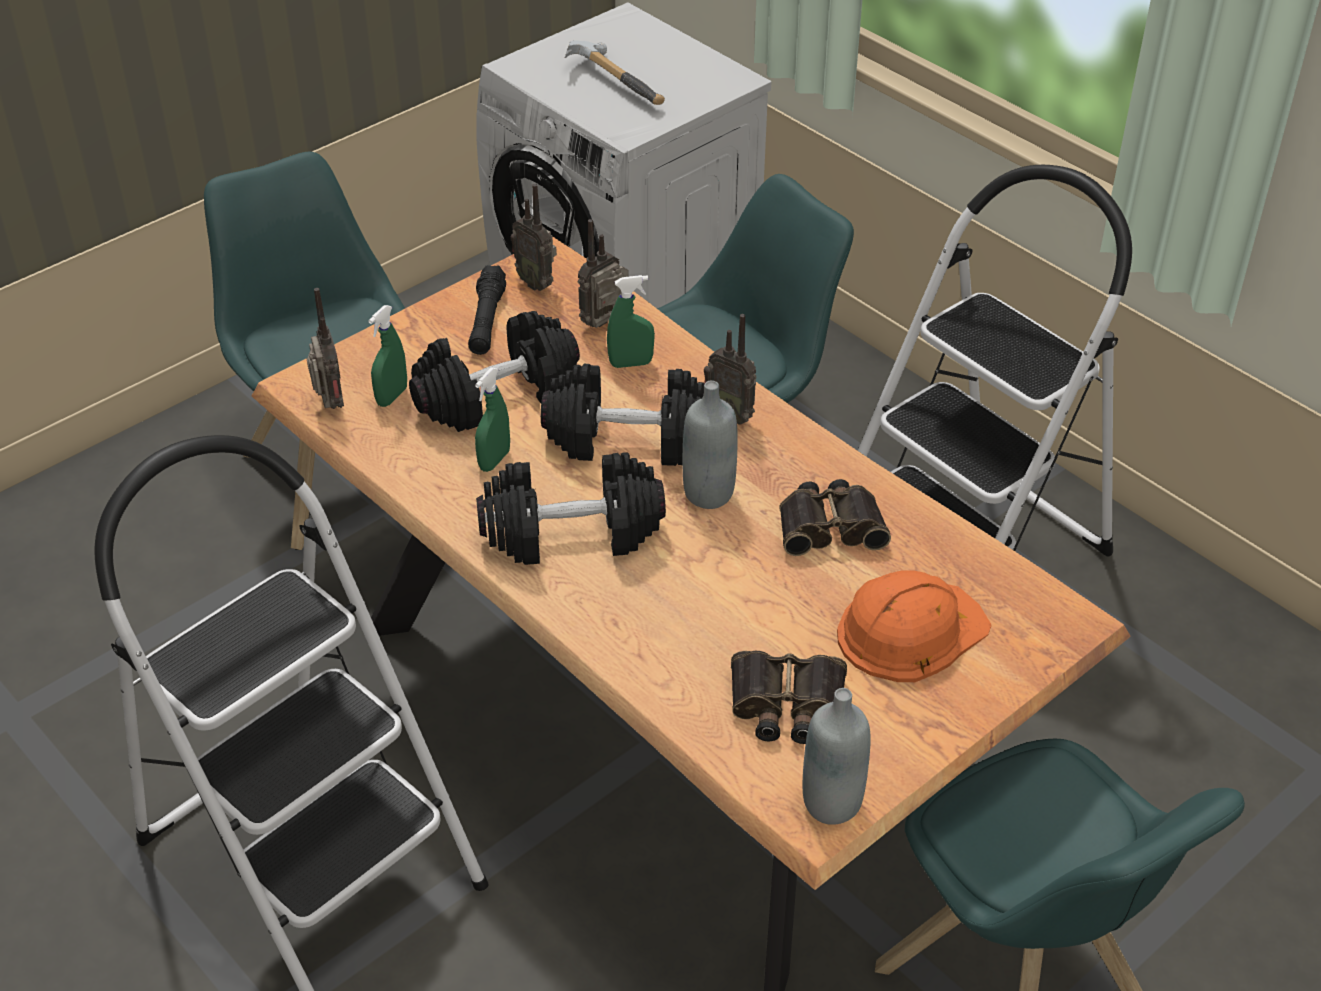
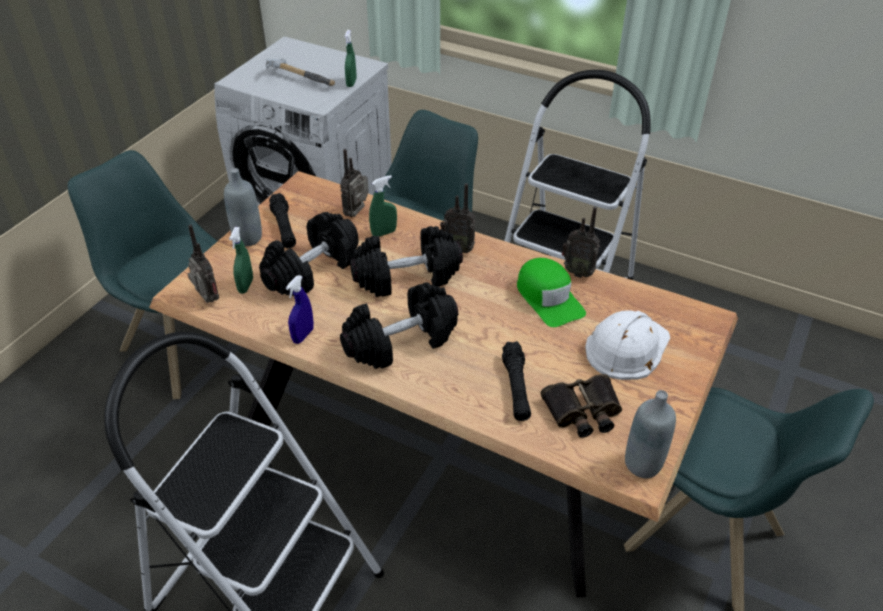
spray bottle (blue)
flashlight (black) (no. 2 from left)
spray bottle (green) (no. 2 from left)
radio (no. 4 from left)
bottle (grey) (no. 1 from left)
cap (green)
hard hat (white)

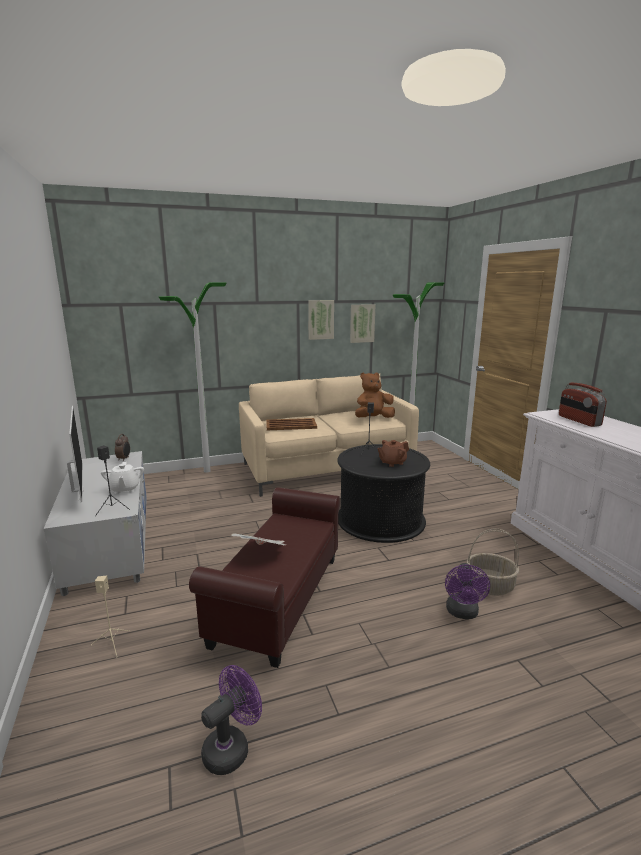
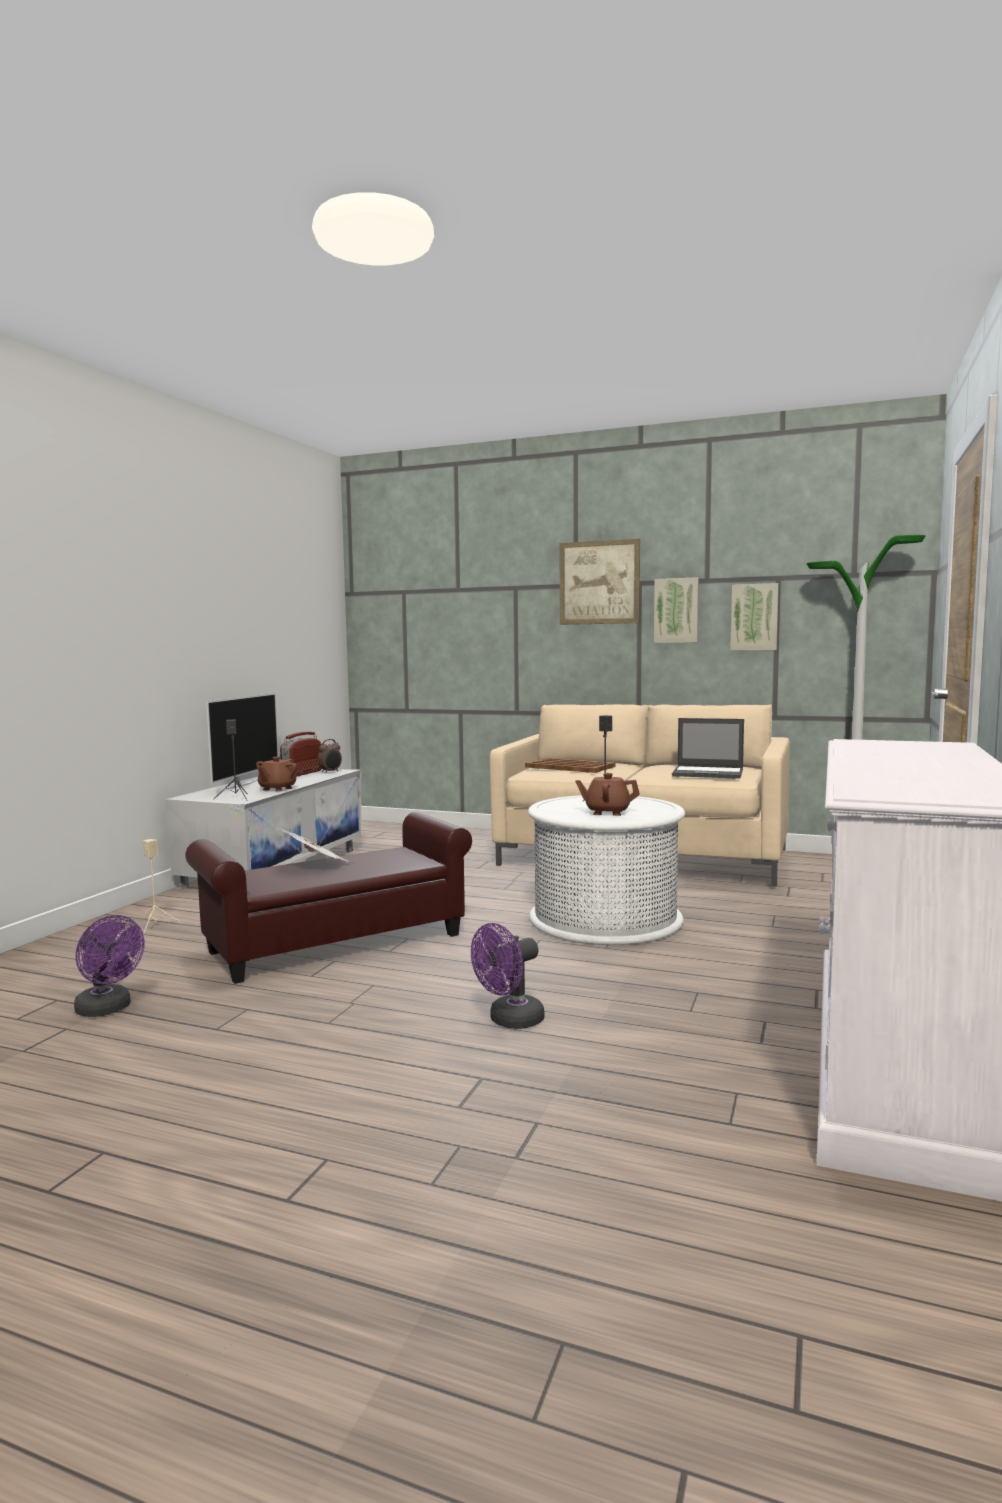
floor lamp (no. 1 from left in the first image)
basket
picture (no. 1 from left)
radio
laptop
teapot (brown) (no. 1 from left)
coffee table (white)
fan (purple) (no. 1 from left)

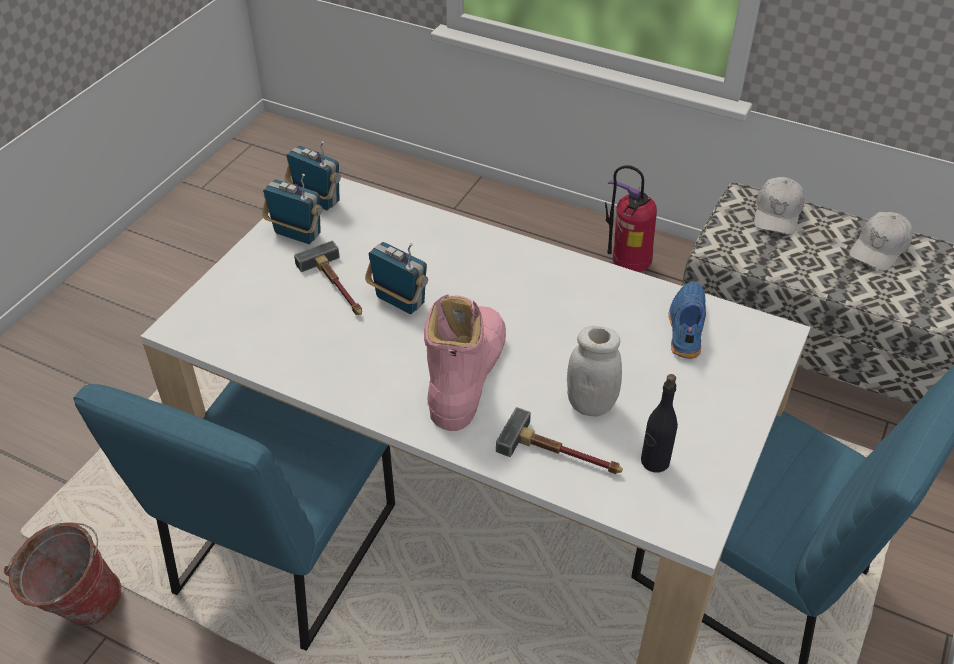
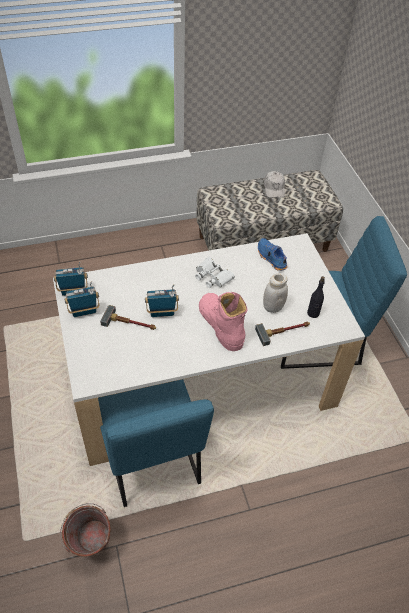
fire extinguisher
cap (white) (no. 1 from left in the first image)
binoculars (white)

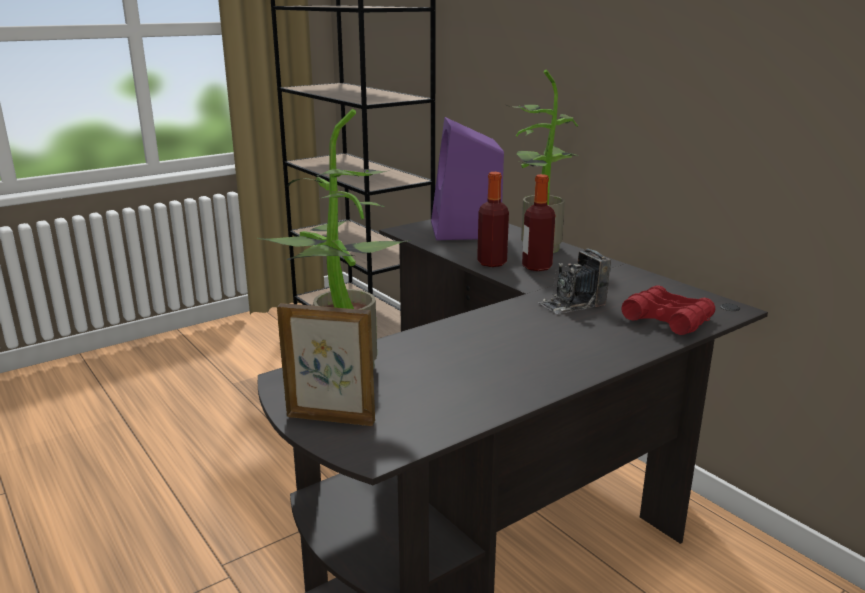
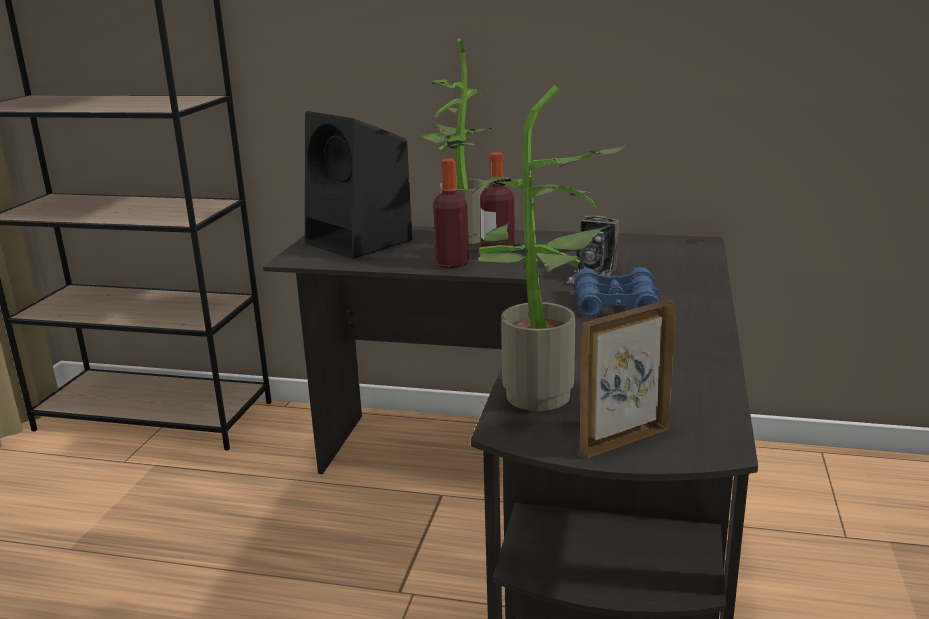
binoculars (red)
binoculars (blue)
speaker (black)

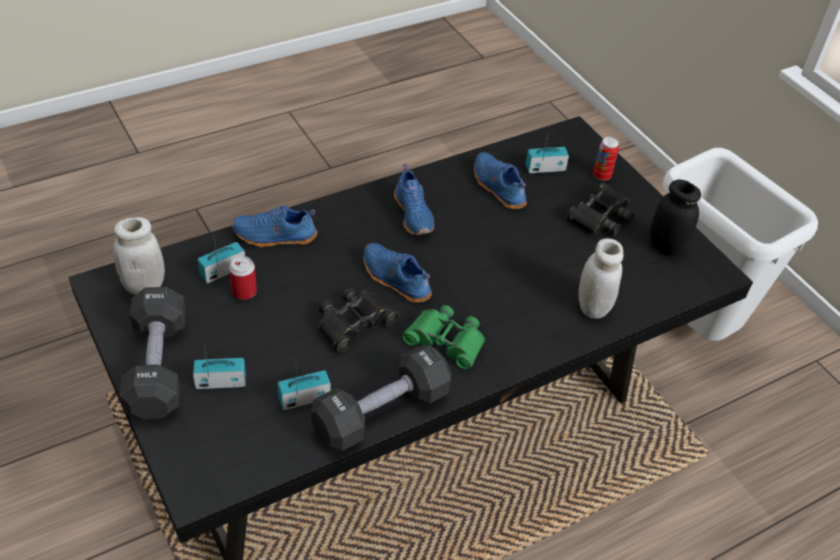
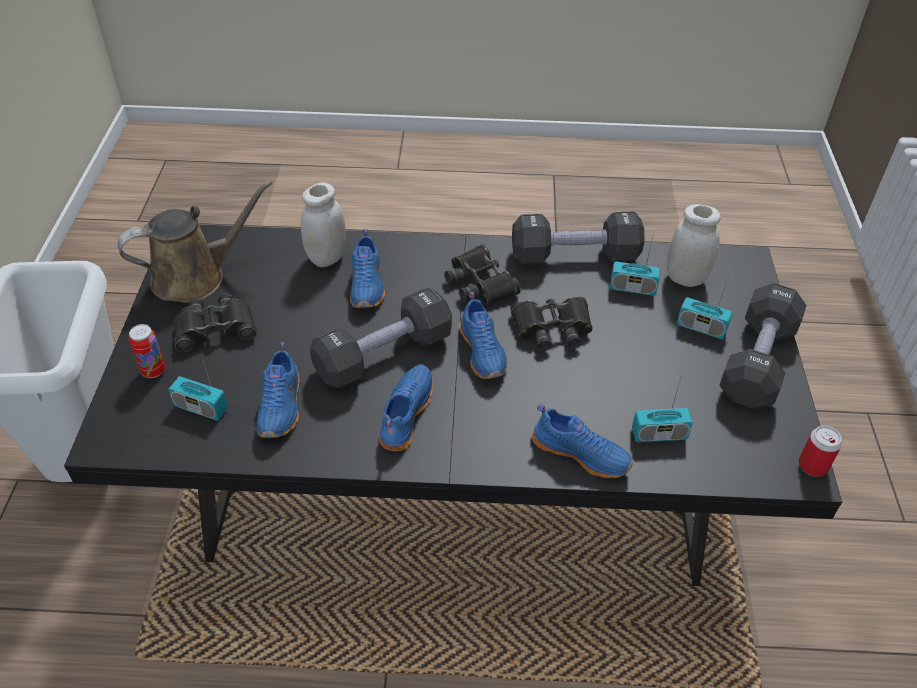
dumbbell (black) (no. 1 from left)
shoe (blue) (no. 2 from left)
jar (white) (no. 2 from left)
can (no. 2 from left)
watering can (brown)
binoculars (black) (no. 2 from left)

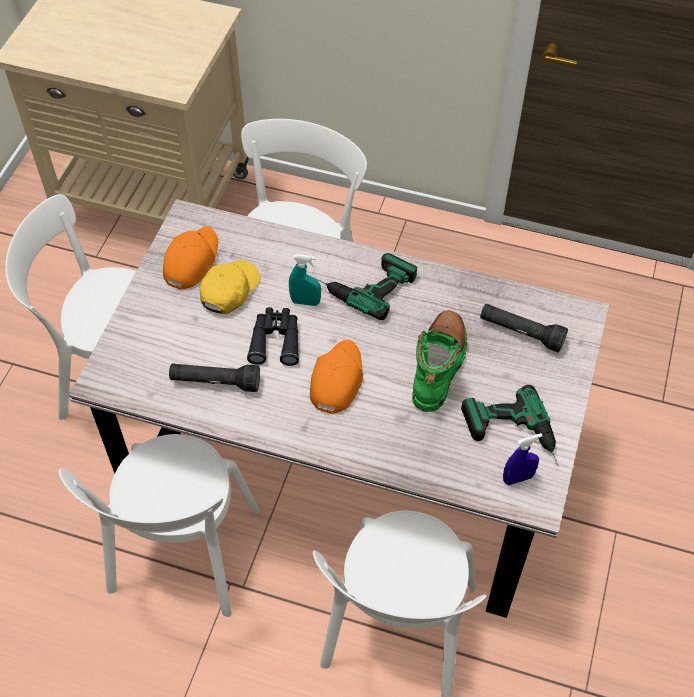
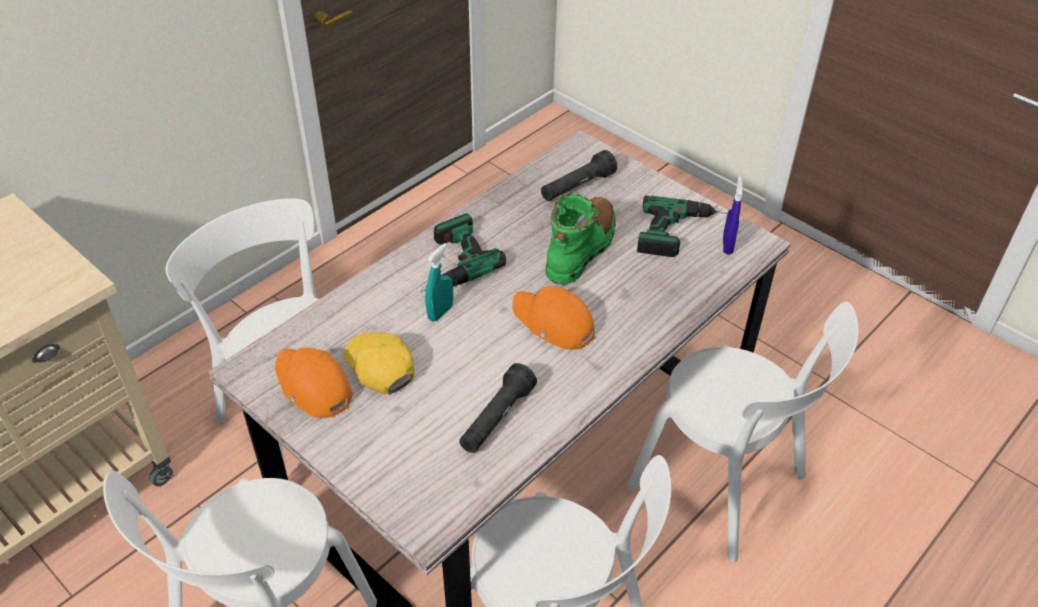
binoculars (black)
boot (green)

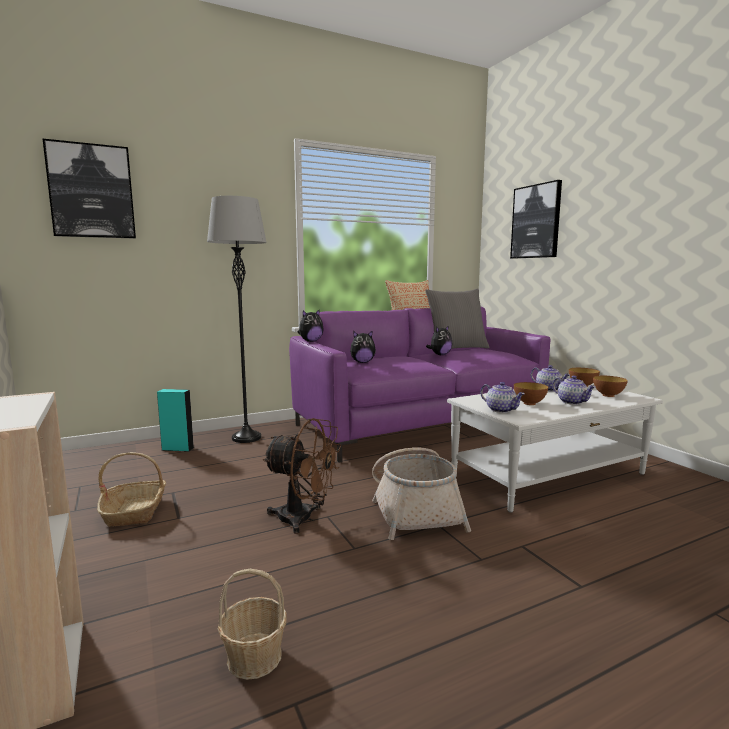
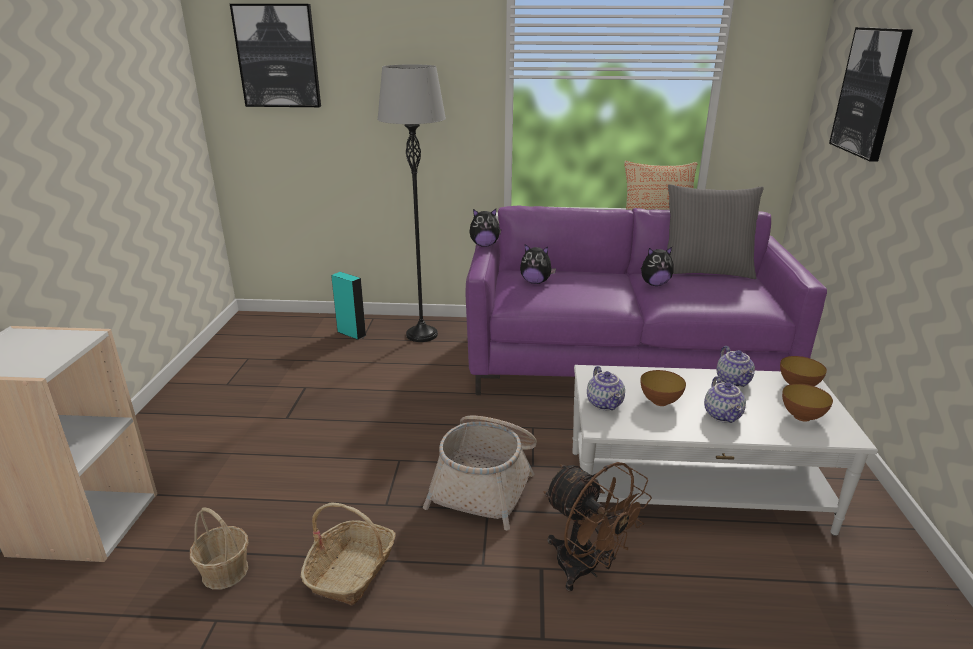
basket (no. 2 from left)
fan (brown)

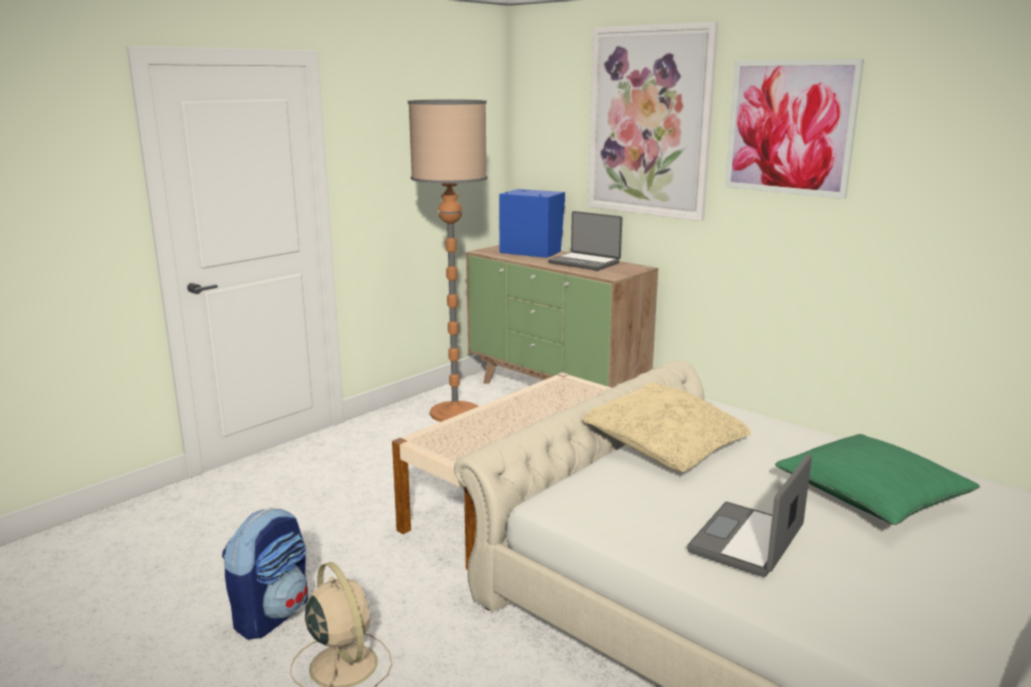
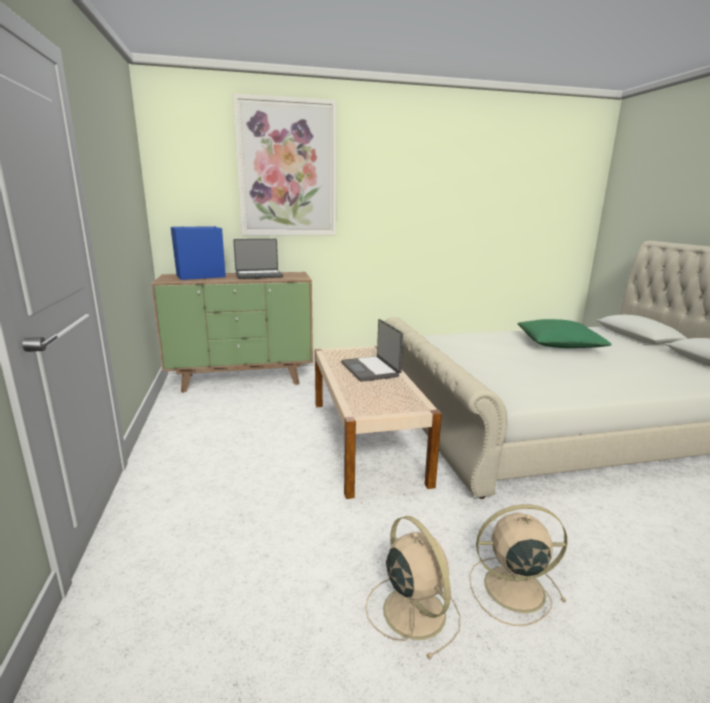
floor lamp
pillow (beige)
picture (no. 2 from left in the first image)
laptop (no. 2 from left)
fan (beige) (no. 1 from left)

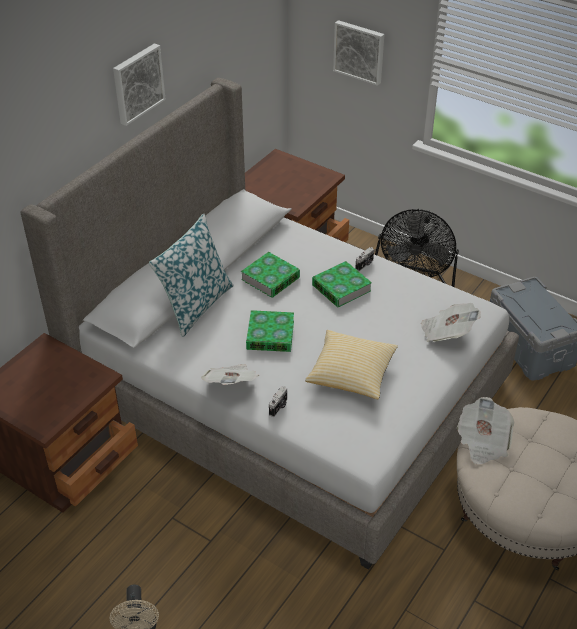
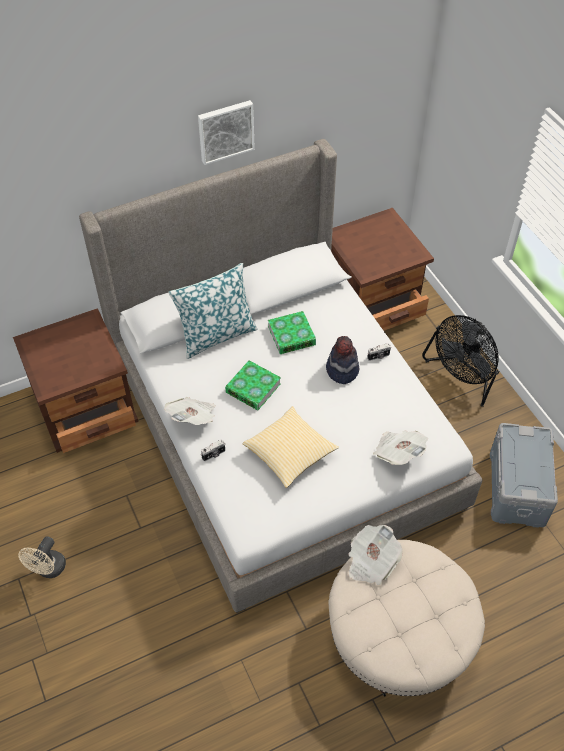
picture (no. 2 from left in the first image)
hat

